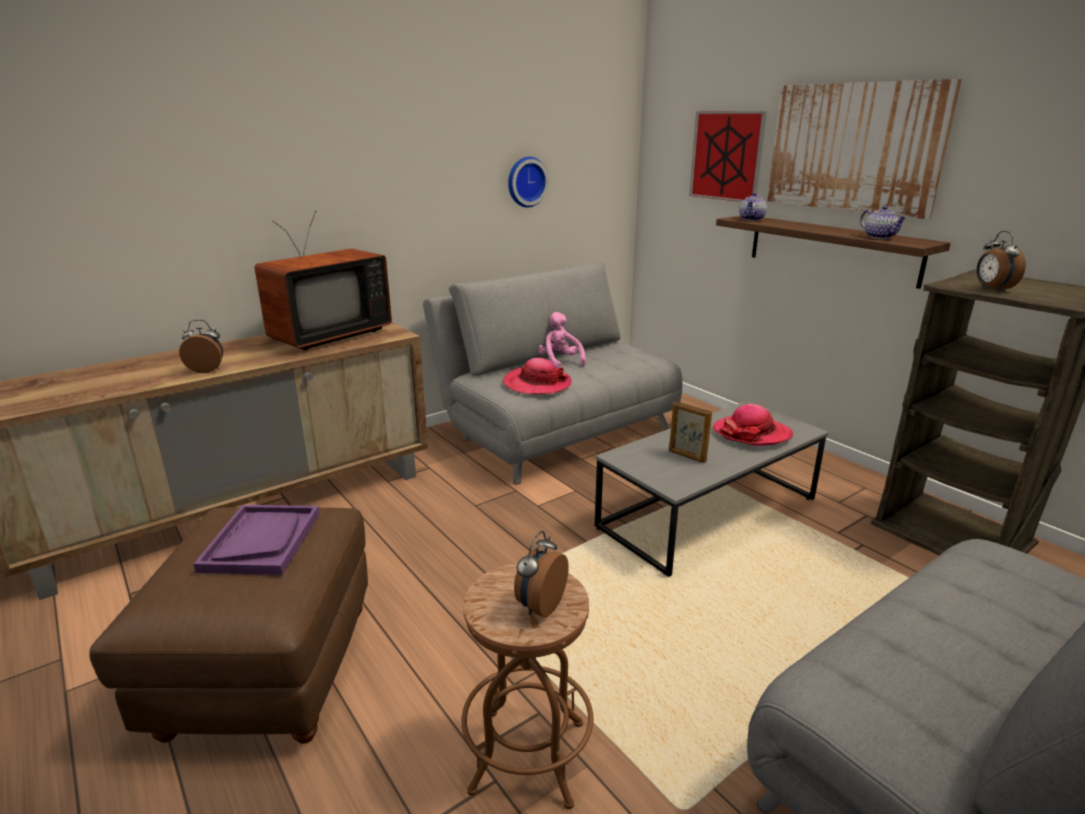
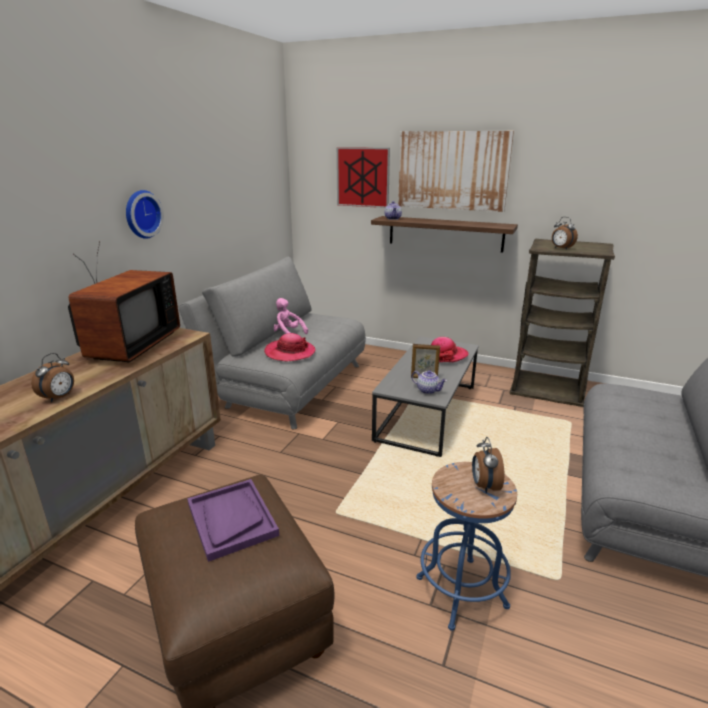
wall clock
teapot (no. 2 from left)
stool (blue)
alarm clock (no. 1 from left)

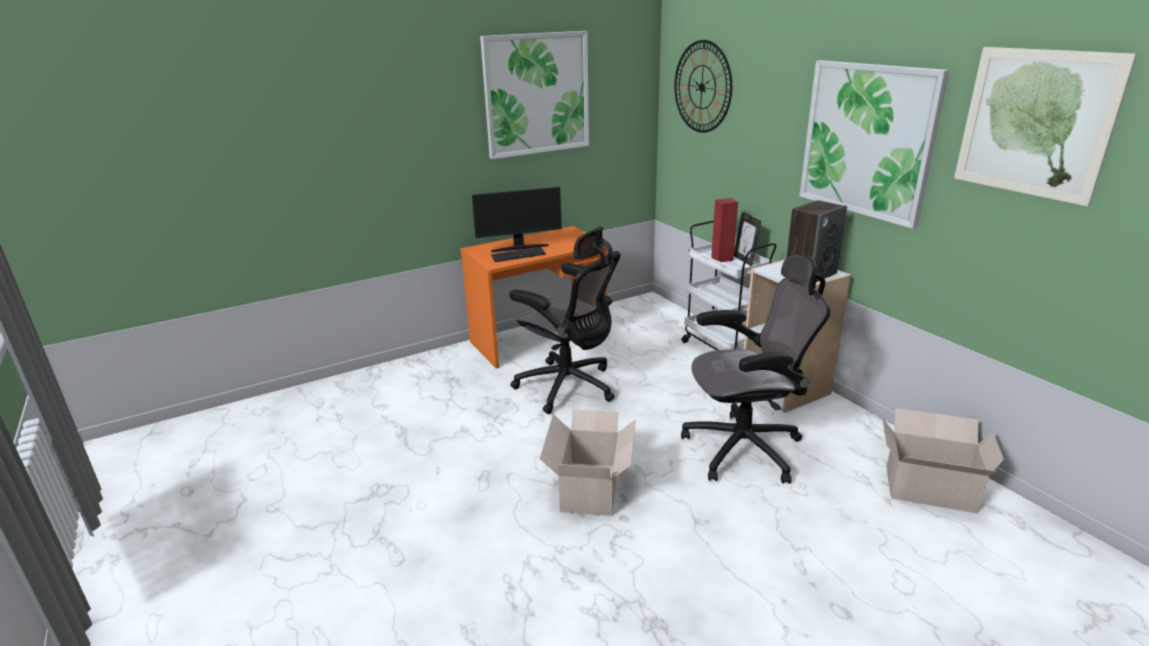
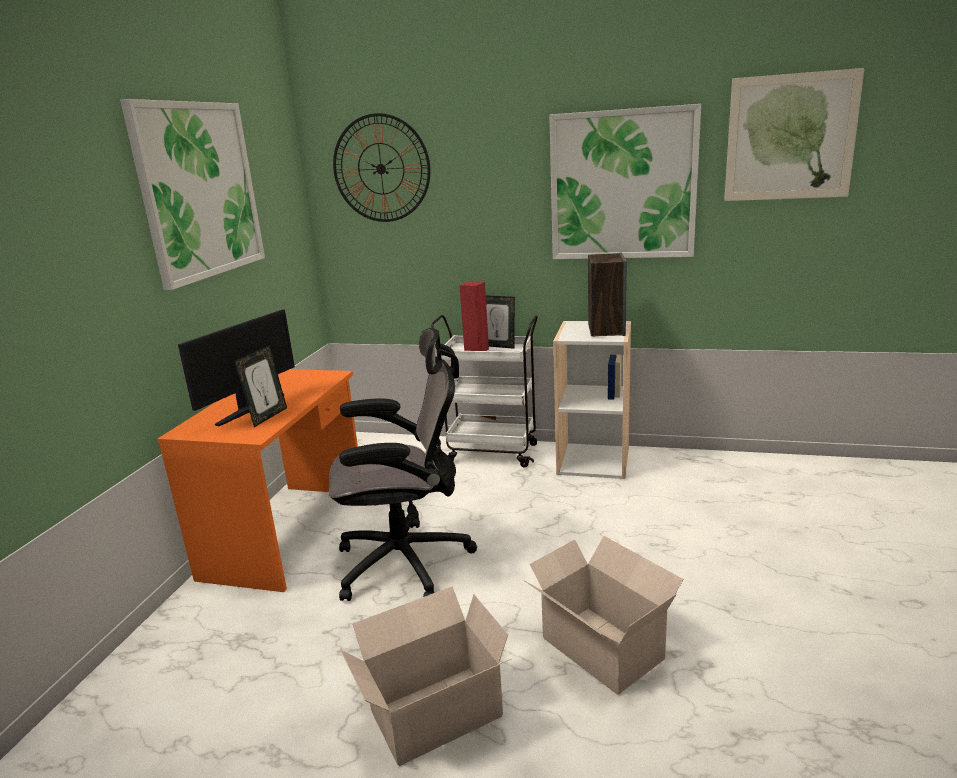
office chair (no. 2 from left in the first image)
cardboard box (no. 1 from left)
picture frame (no. 1 from left)

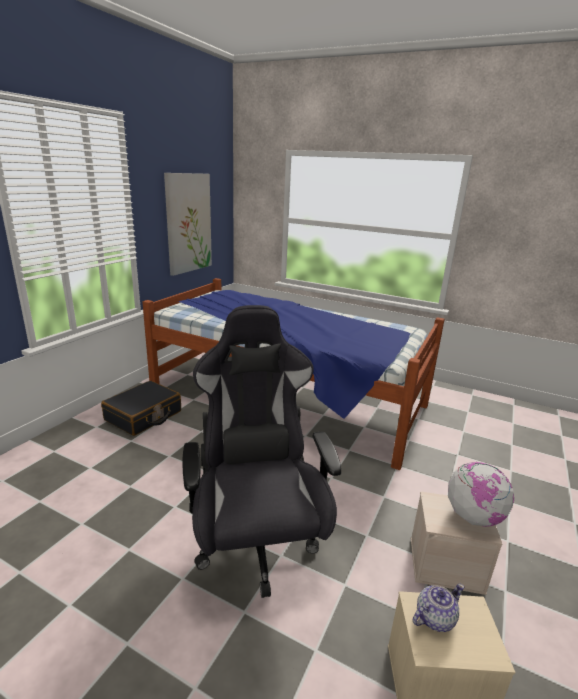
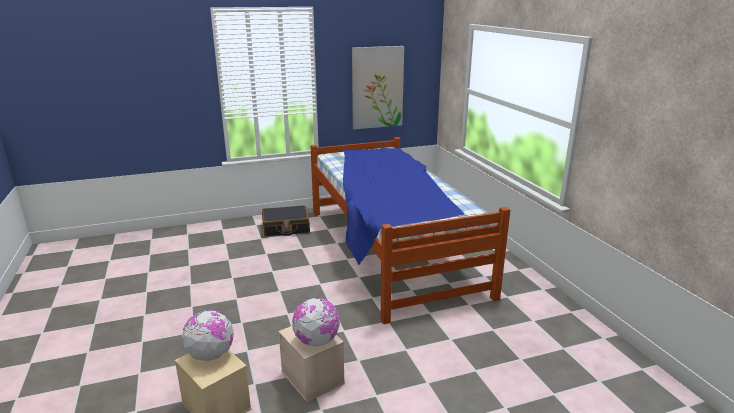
office chair (black)
globe (no. 1 from left)

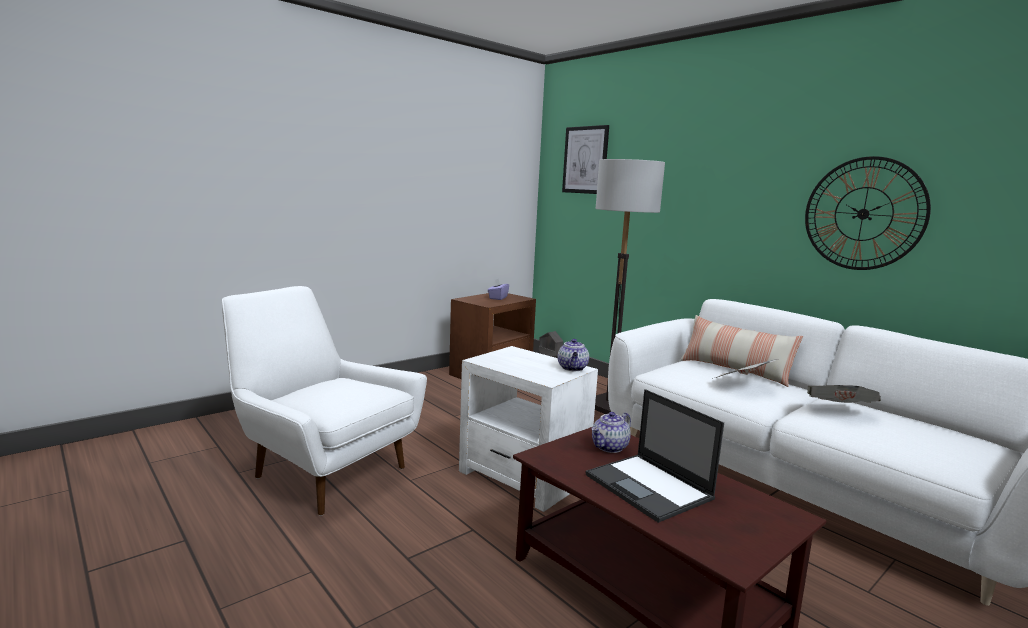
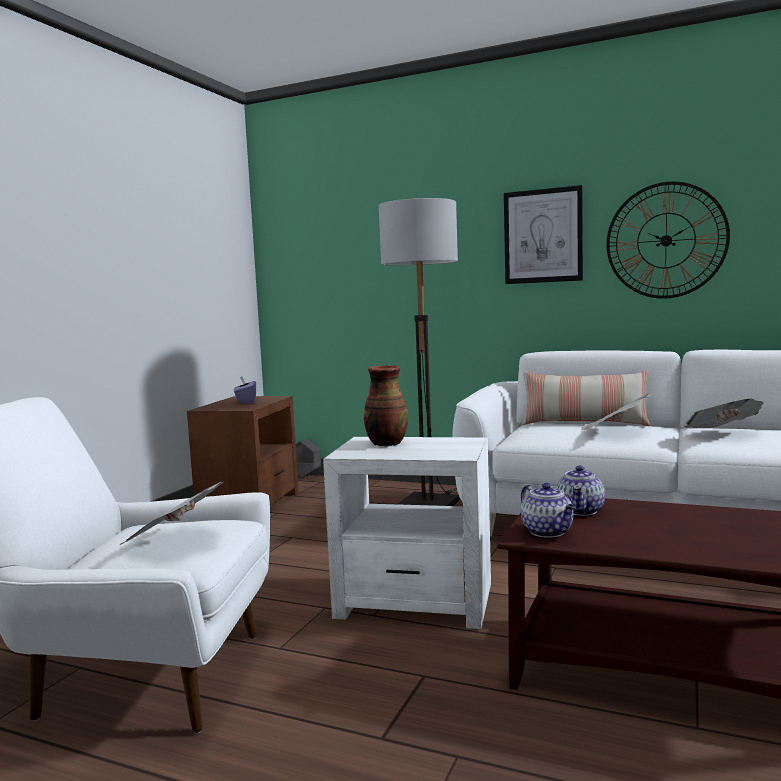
laptop
newspaper (no. 1 from left)
vase
teapot (no. 1 from left)
picture

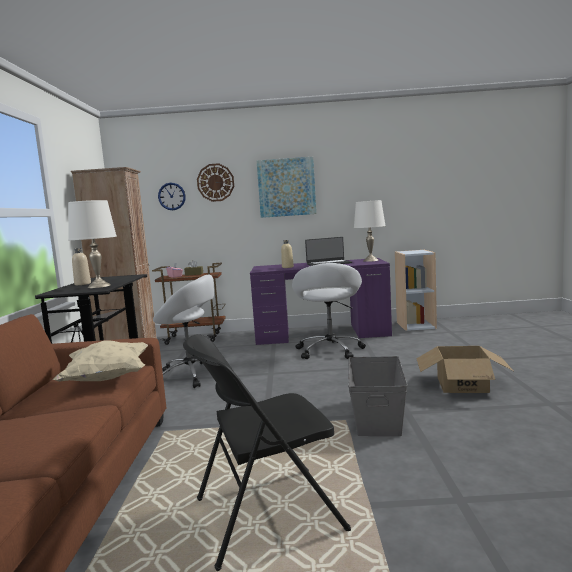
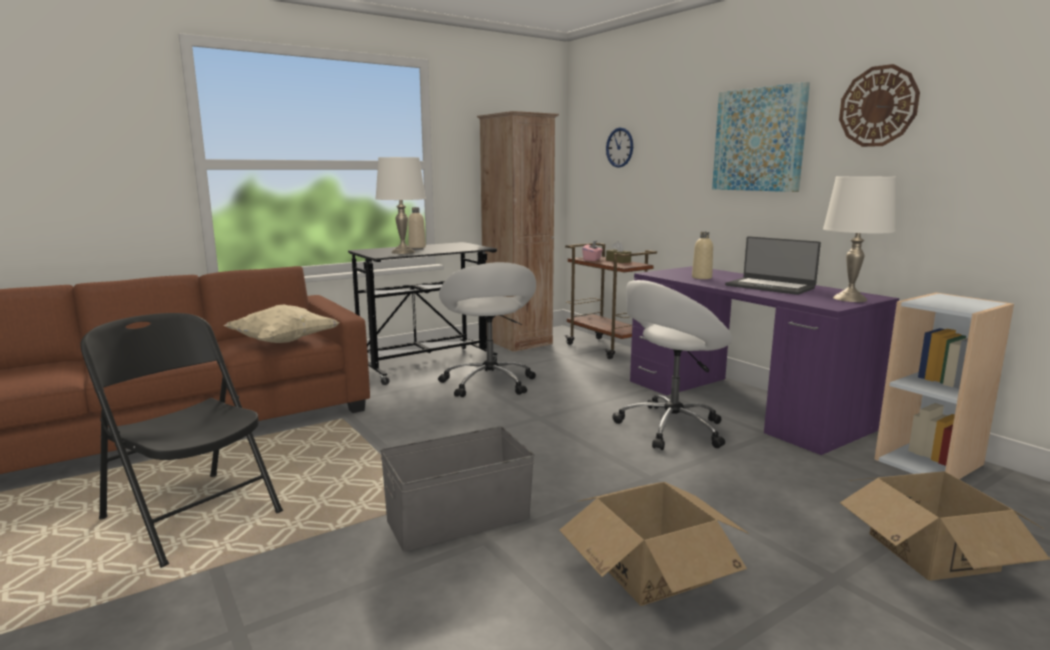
cardboard box (no. 2 from left)
wall clock (no. 2 from left)

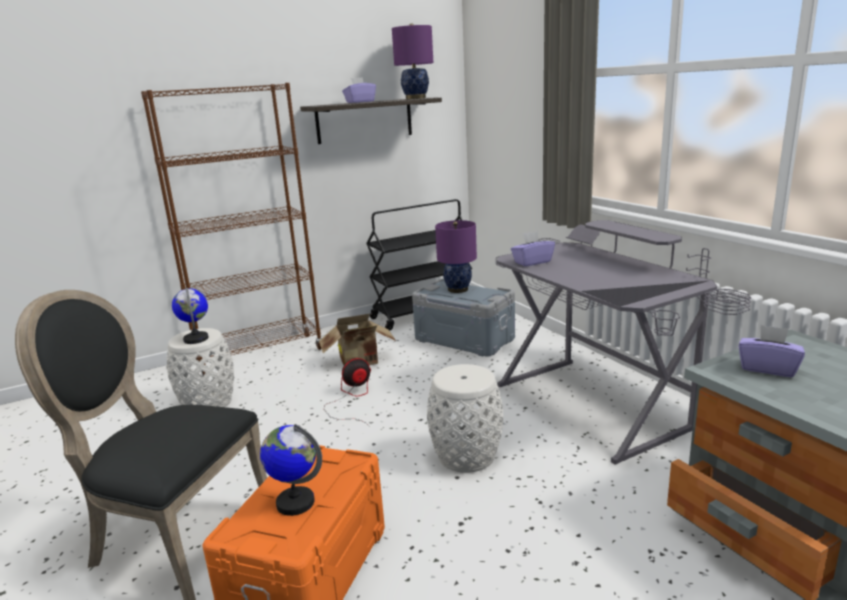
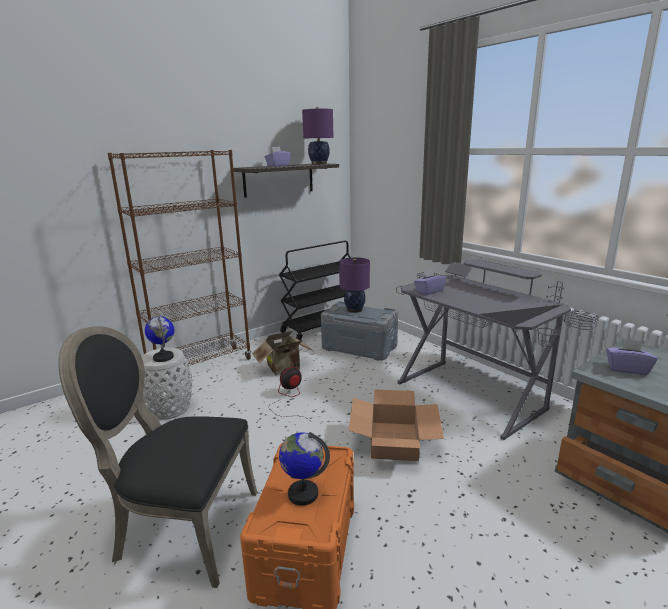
cardboard box (no. 2 from left)

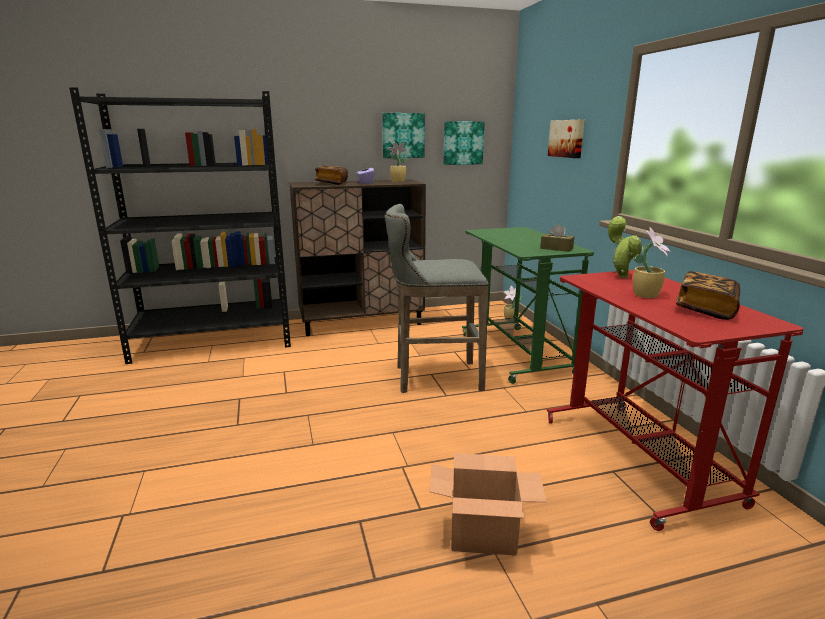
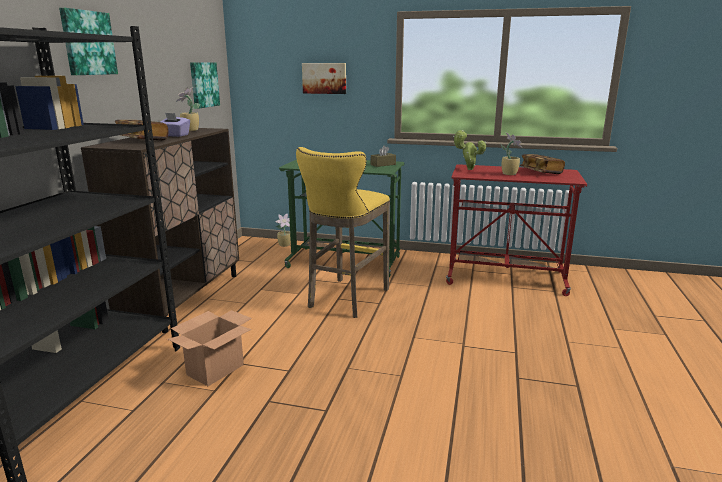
picture (no. 1 from left)
cardboard box
stool (yellow)

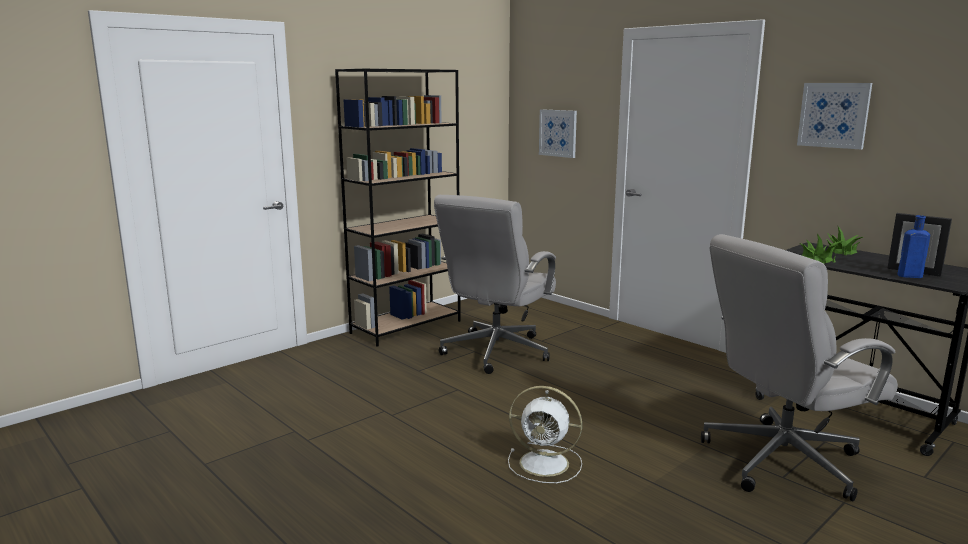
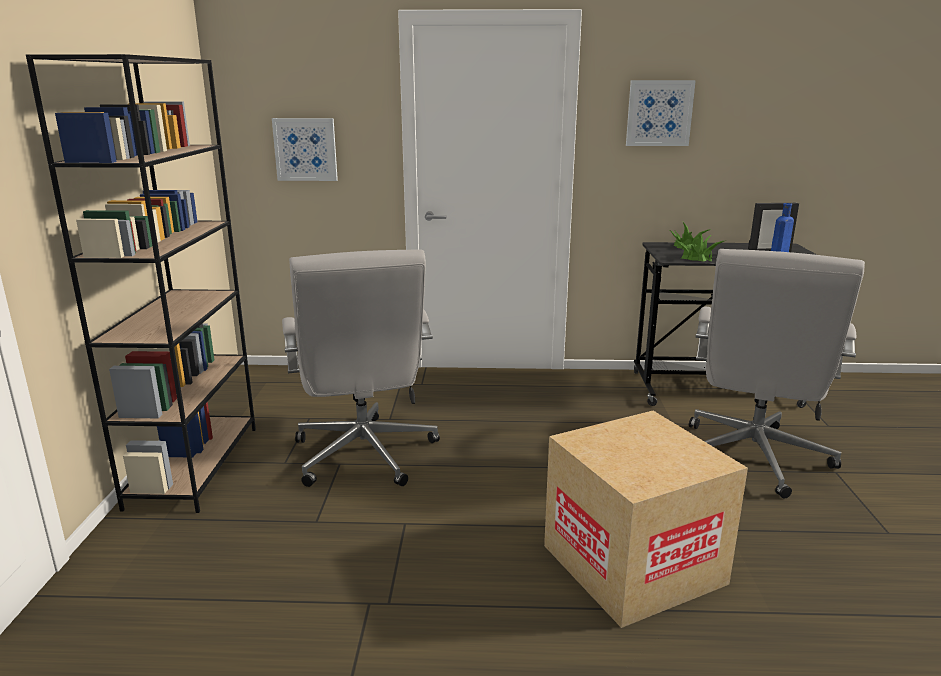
cardboard box

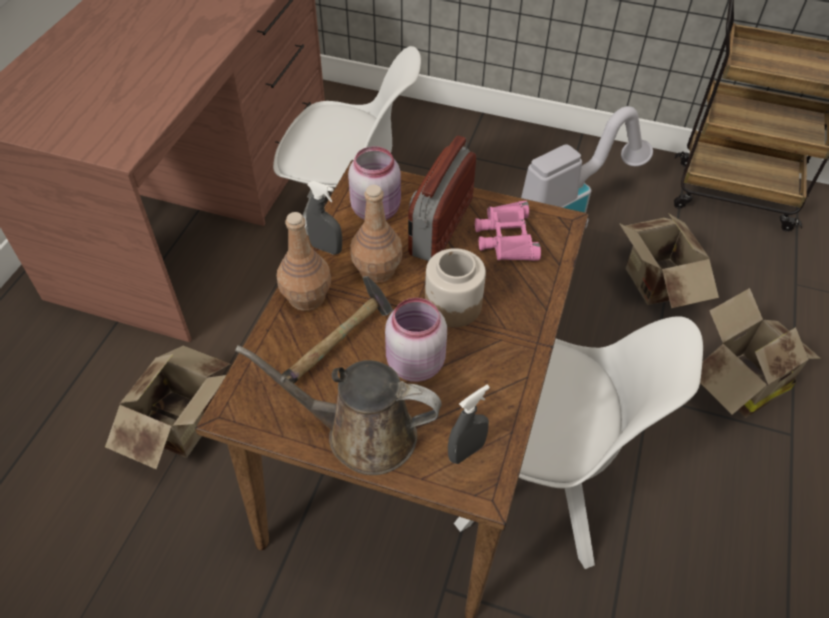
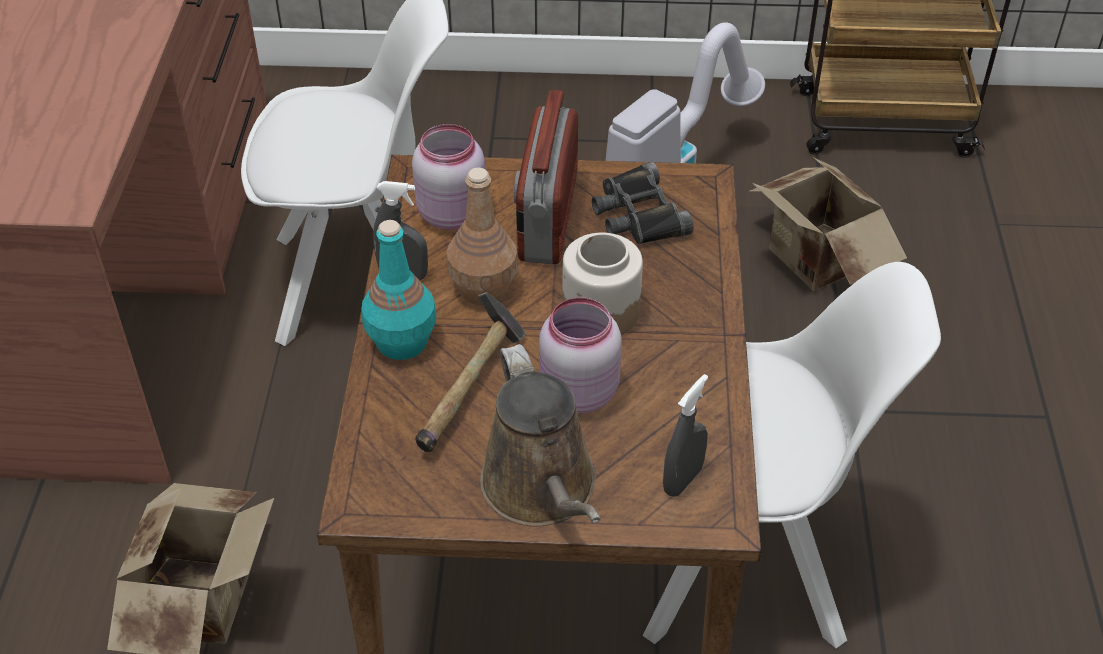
cardboard box (no. 3 from left in the first image)
bottle (turquoise)
binoculars (black)
watering can (brown)

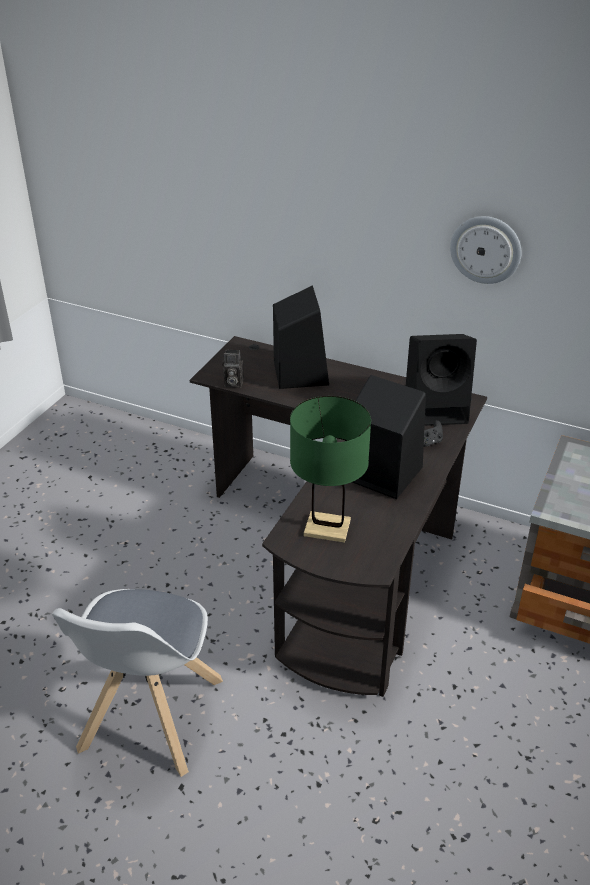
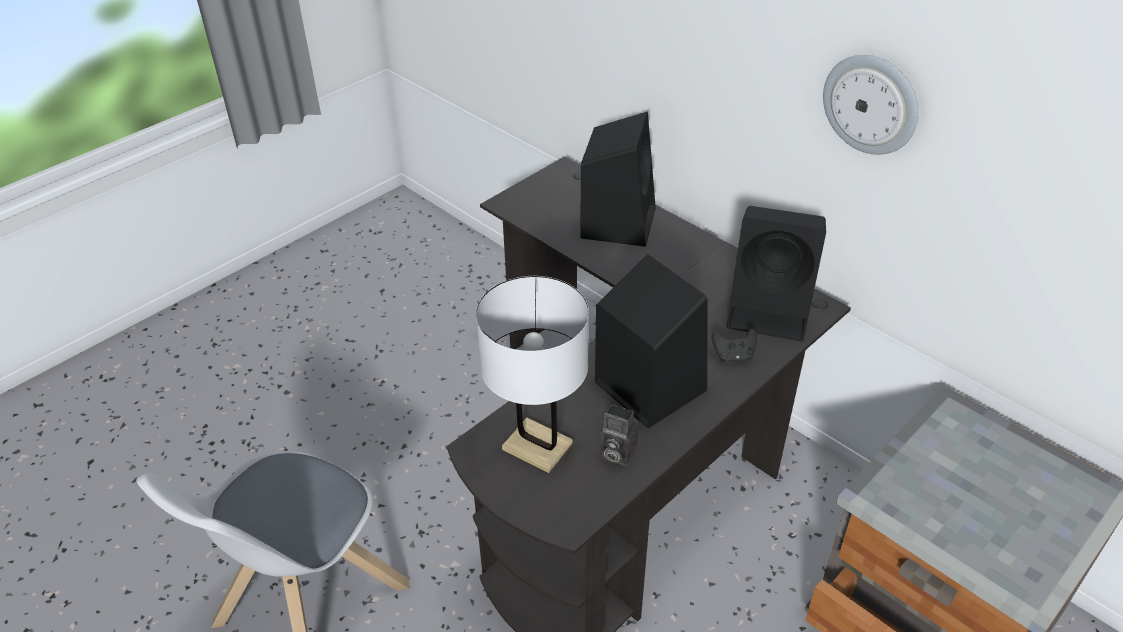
photo camera
table lamp (white)

